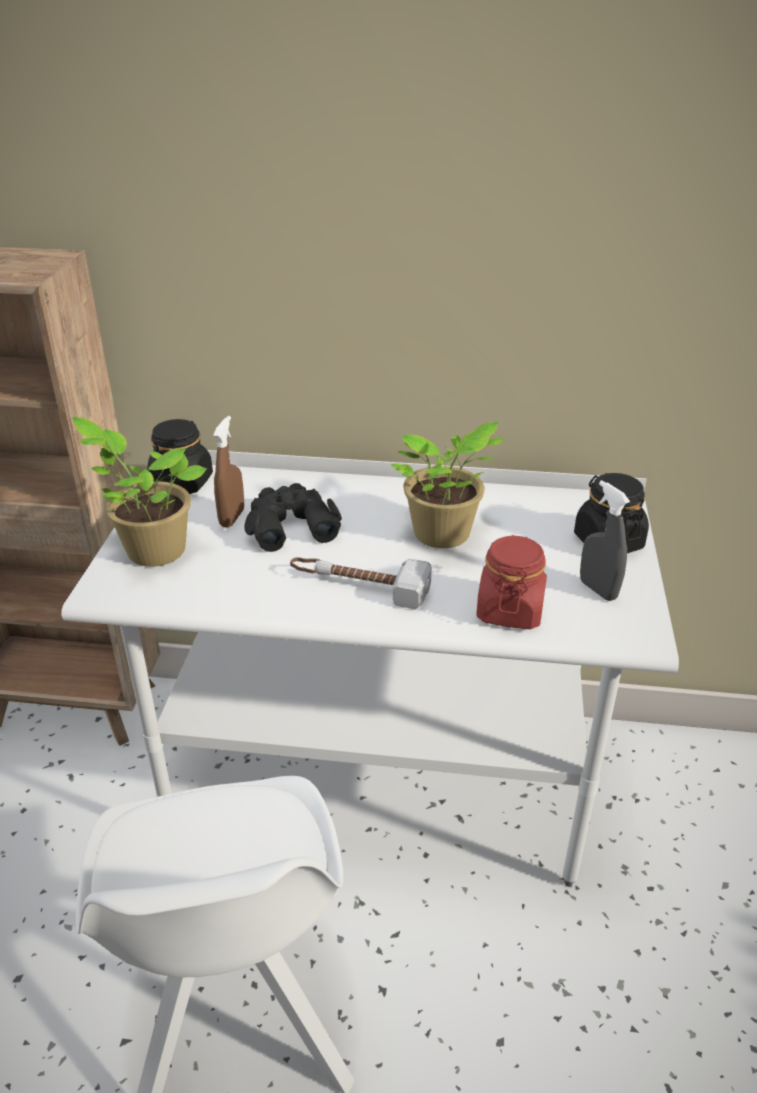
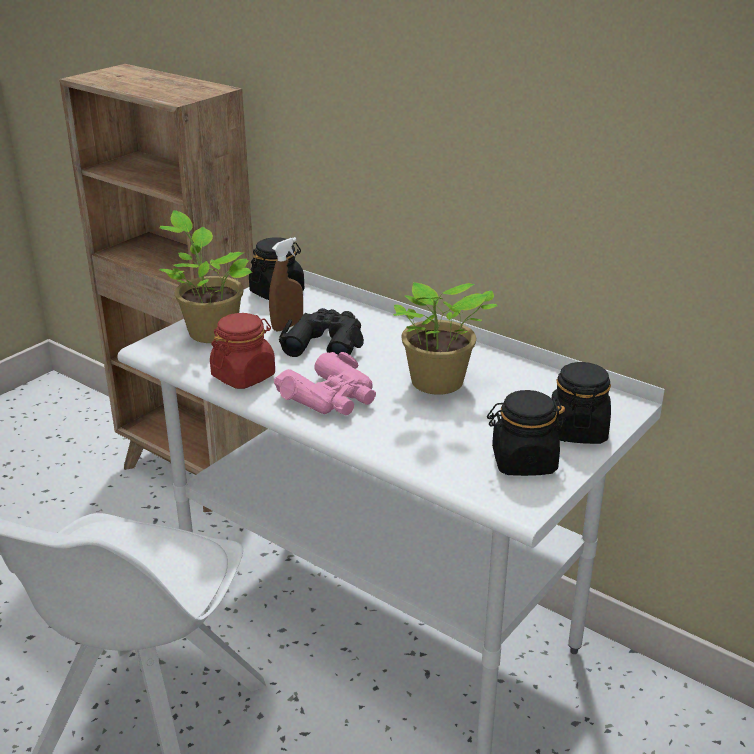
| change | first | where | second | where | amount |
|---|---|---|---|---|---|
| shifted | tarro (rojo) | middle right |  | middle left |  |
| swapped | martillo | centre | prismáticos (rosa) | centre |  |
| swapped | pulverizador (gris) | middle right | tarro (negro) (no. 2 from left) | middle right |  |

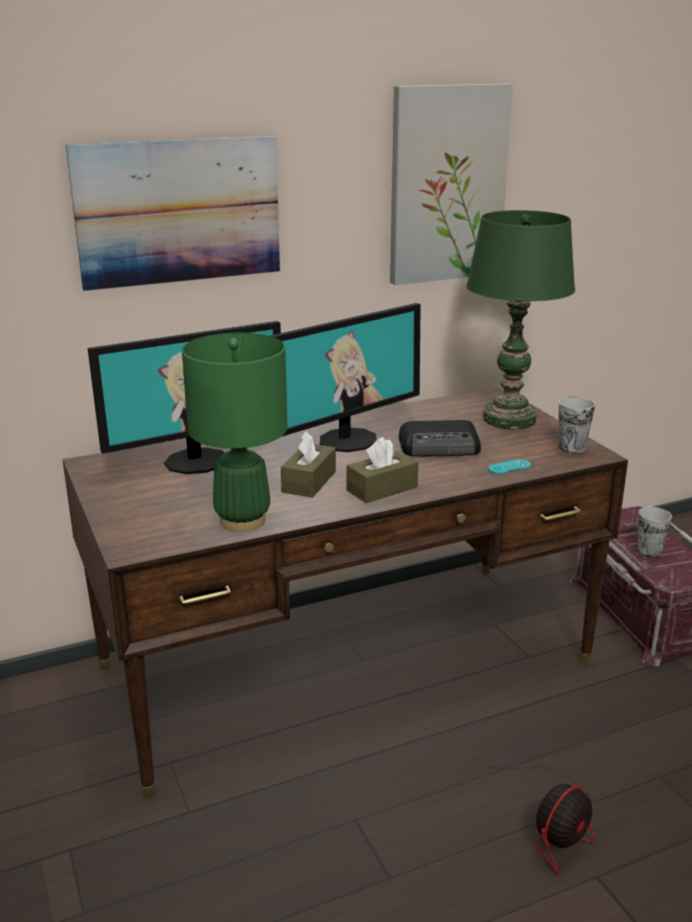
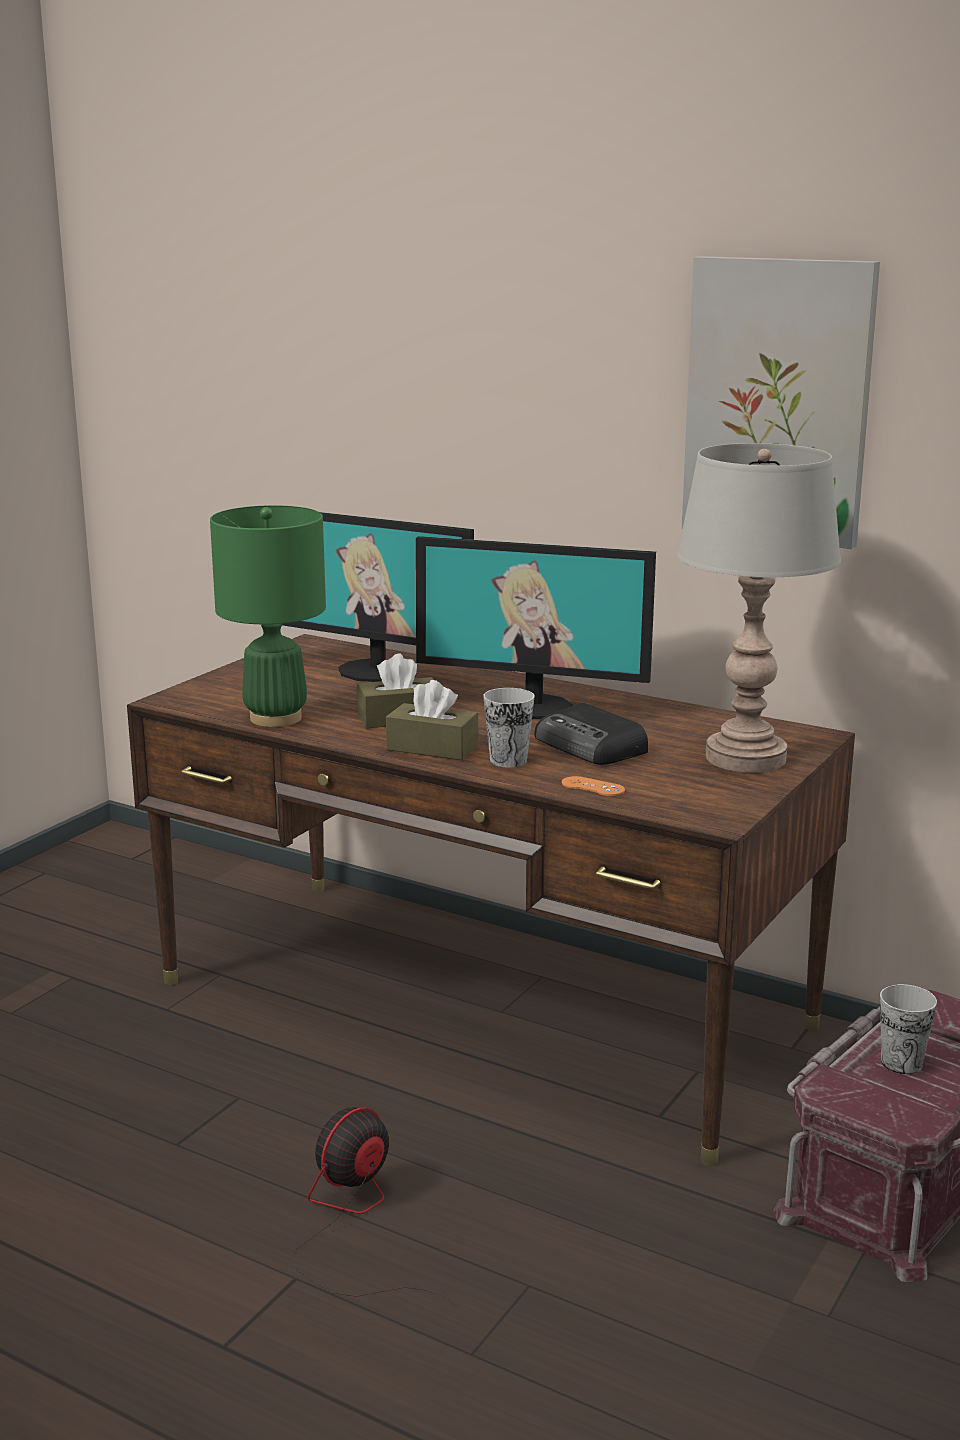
| change | first | where | second | where | amount |
|---|---|---|---|---|---|
| gone | cuadro (no. 1 from left) | top left |  |  |  |
| shifted | taza (no. 1 from left) | middle right |  | centre |  |
| repainted | lámpara de mesa (verde) (no. 2 from left) | middle right | lámpara de mesa (gris) | middle right |  |
| repainted | mando de consola (turquesa) | middle right | mando de consola (naranja) | centre |  |
| rotated | ventilador | bottom right |  | bottom centre | 120 degrees clockwise |

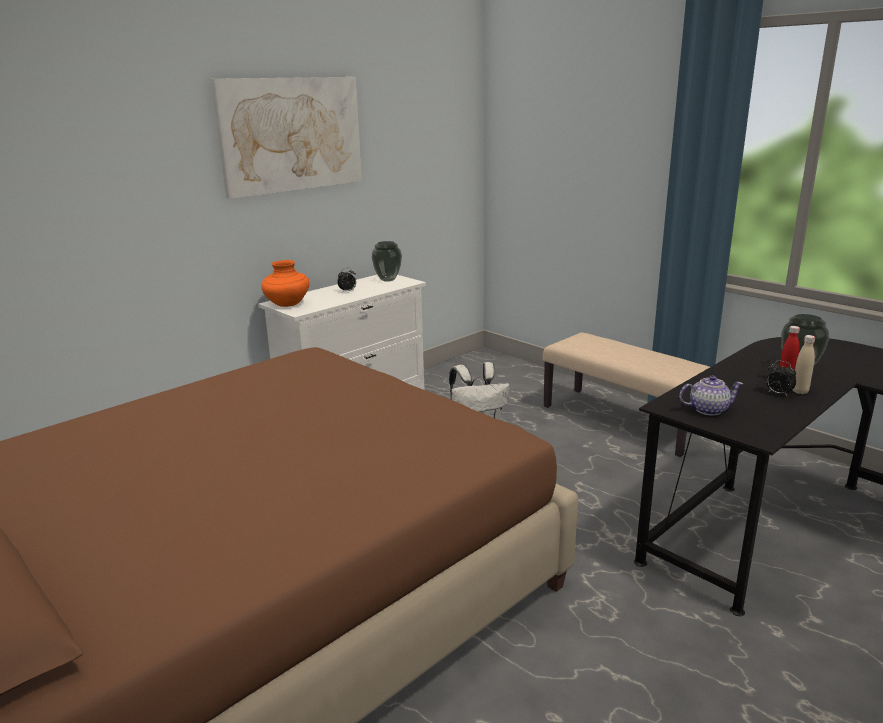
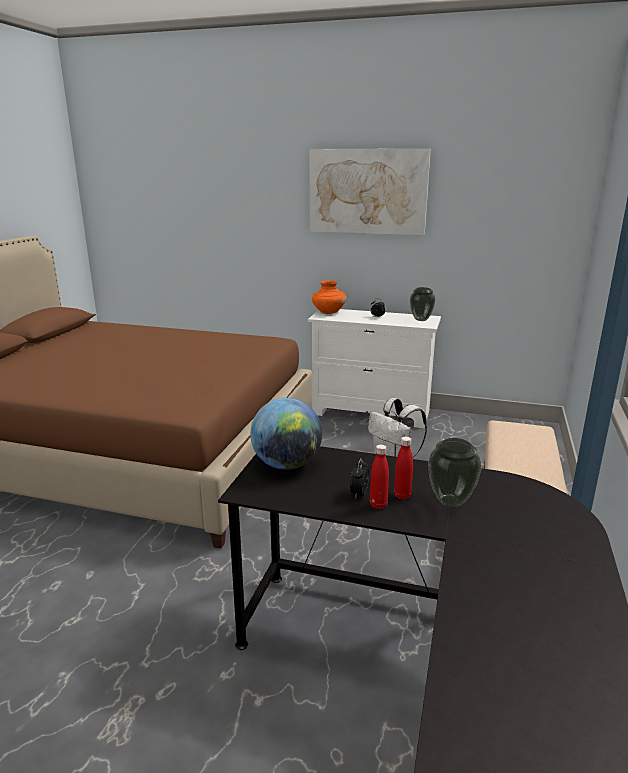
| change | first | where | second | where | amount |
|---|---|---|---|---|---|
| swapped | tetera | middle right | globo terráqueo | centre |  |
| repainted | botella (beis) | middle right | botella (rojo) (no. 1 from left) | centre |  |

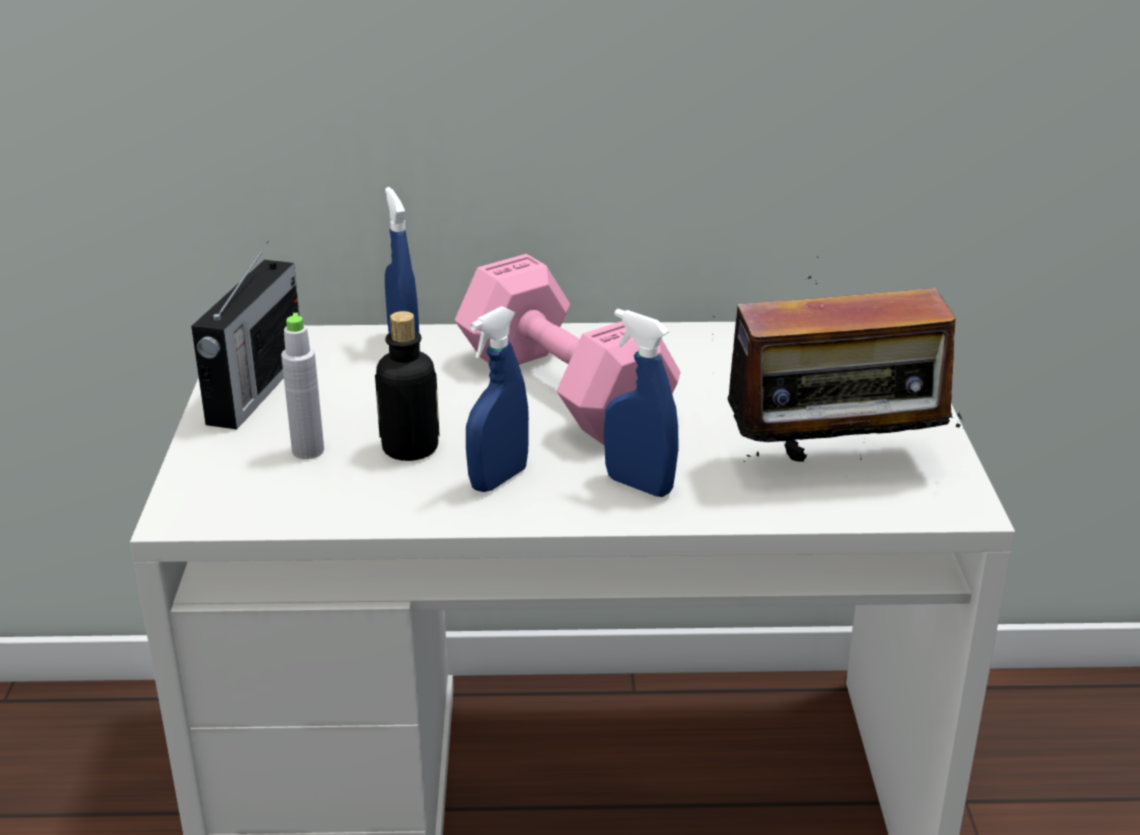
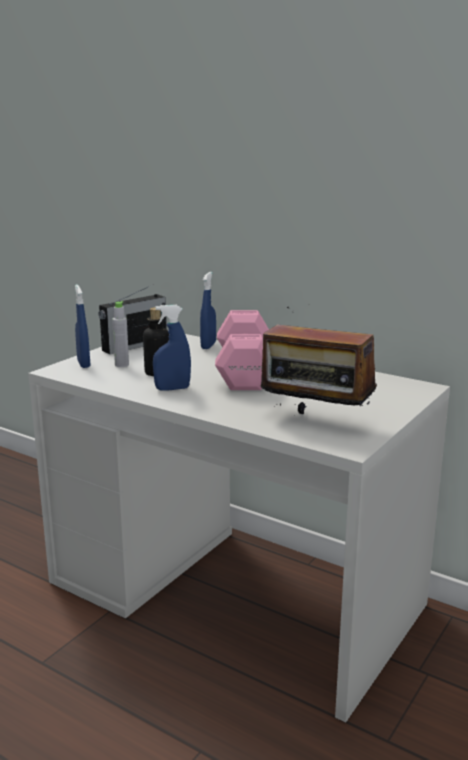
| change | first | where | second | where | amount |
|---|---|---|---|---|---|
| shifted | pulverizador (azul) (no. 3 from left in the first image) | centre | pulverizador (azul) (no. 1 from left) | middle left |  |

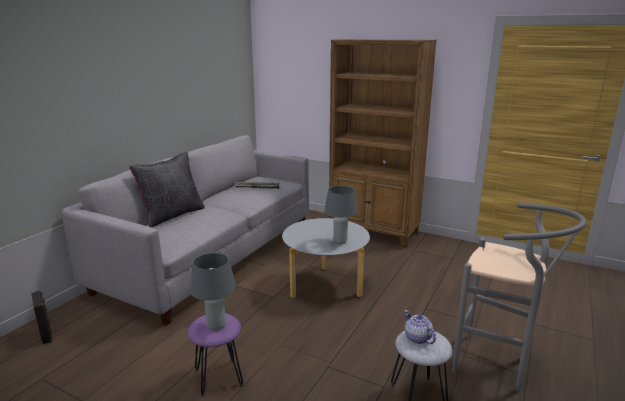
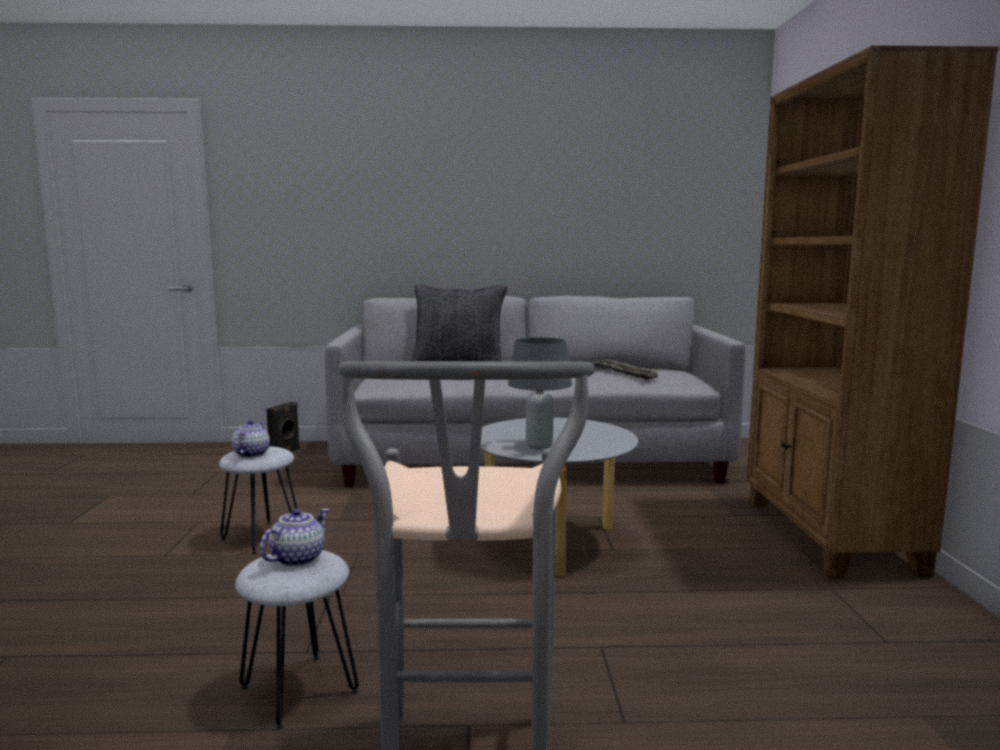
| change | first | where | second | where | amount |
|---|---|---|---|---|---|
| swapped | lámpara de mesa (gris) (no. 1 from left) | bottom centre | tetera (no. 1 from left) | middle left |  |
| repainted | taburete (morado) | bottom centre | taburete (gris) (no. 1 from left) | bottom left |  |

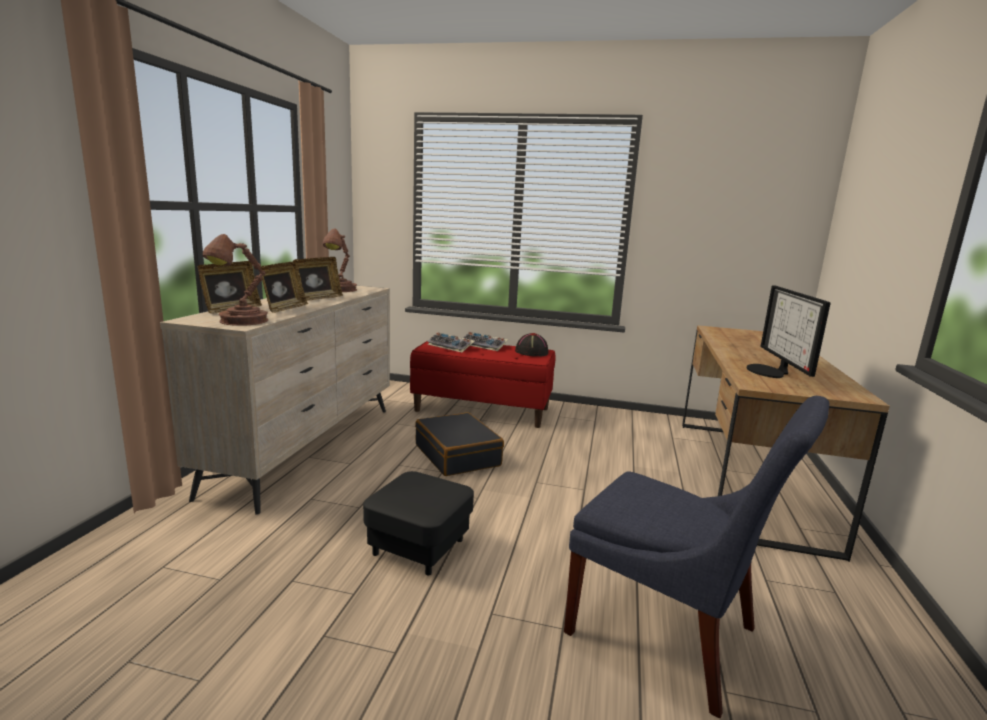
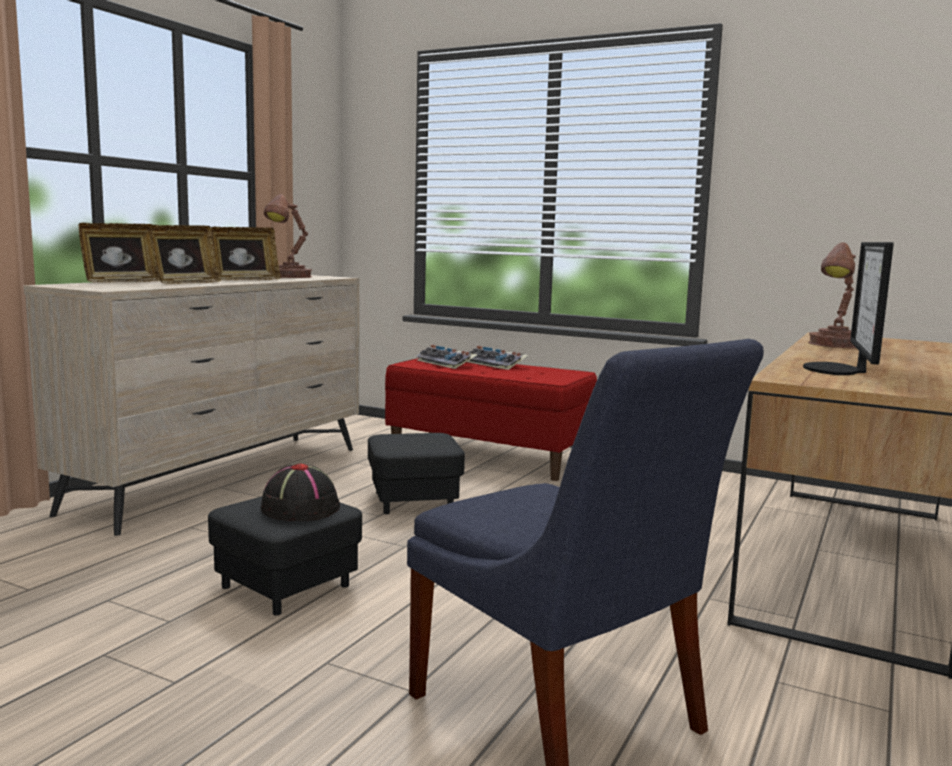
| change | first | where | second | where | amount |
|---|---|---|---|---|---|
| shifted | lámpara de mesa (marrón) (no. 1 from left in the first image) | middle left | lámpara de mesa (marrón) (no. 2 from left) | middle right |  |
| shifted | sombrero (negro) | centre |  | middle left |  |
| swapped | maleta (negro) | centre | puf (negro) (no. 2 from left) | centre |  |

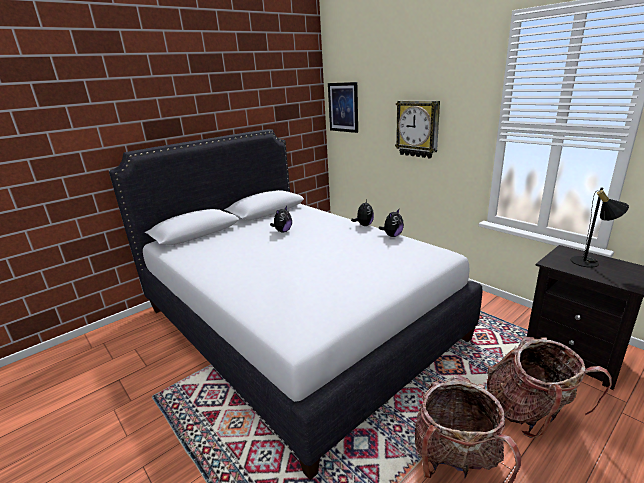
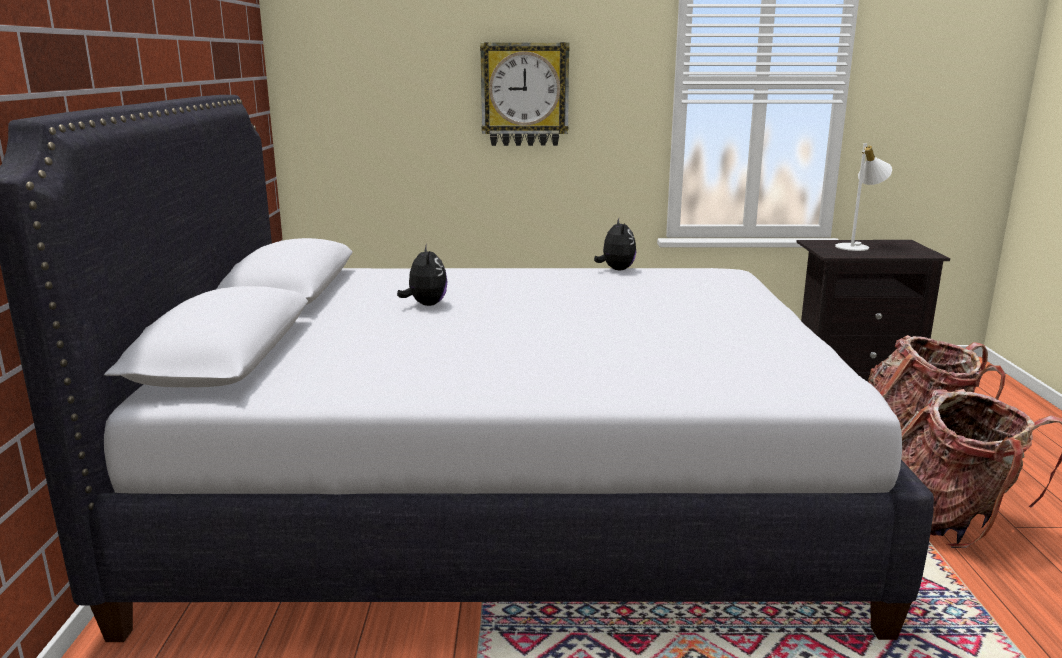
| change | first | where | second | where | amount |
|---|---|---|---|---|---|
| gone | cuadro | top centre |  |  |  |
| gone | peluche (no. 2 from left) | centre |  |  |  |
| repainted | lámpara de mesa (negro) | middle right | lámpara de mesa (blanco) | top right |  |

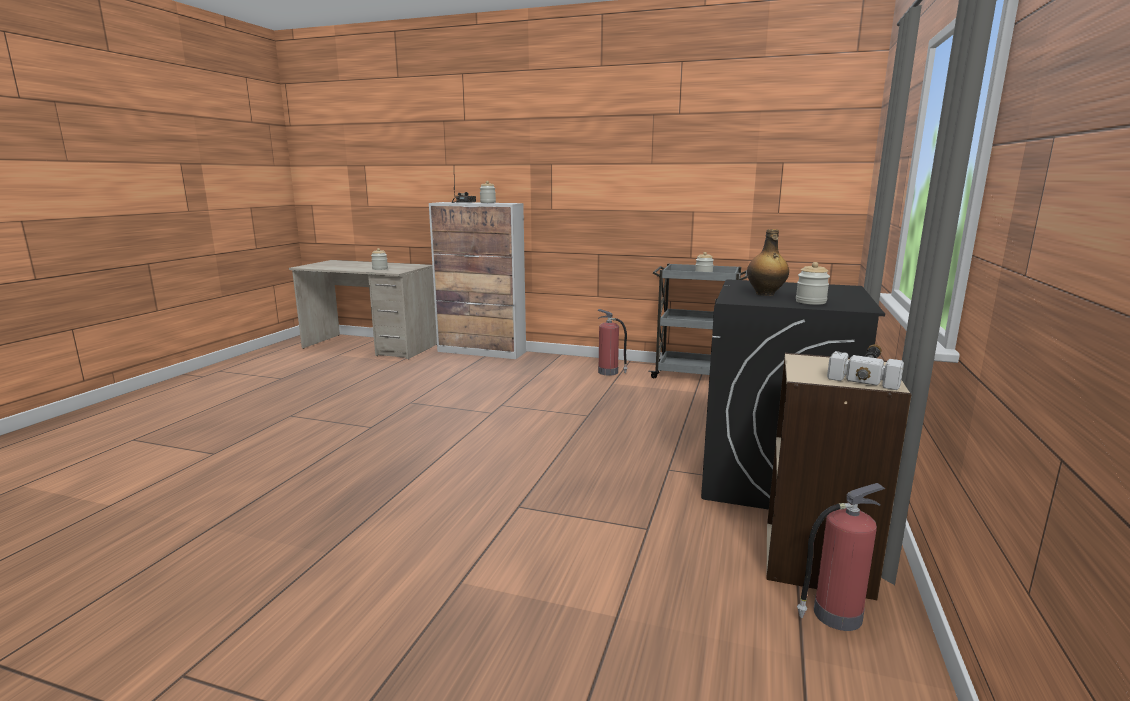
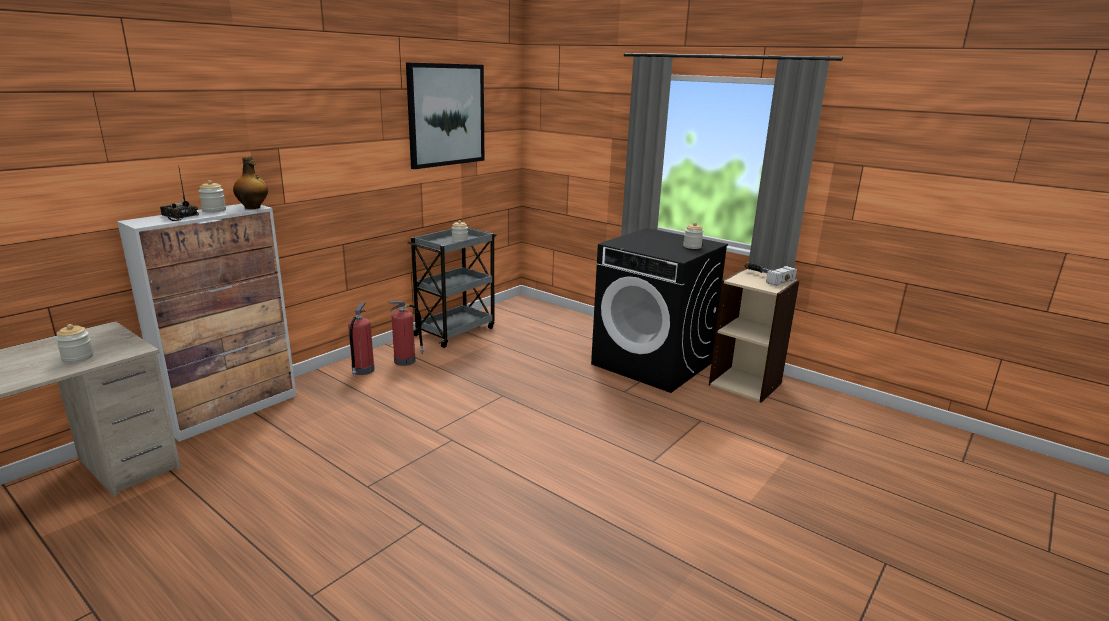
| change | first | where | second | where | amount |
|---|---|---|---|---|---|
| new |  |  | cuadro | top centre |  |
| shifted | botella | middle right |  | top left |  |
| shifted | extintor (no. 2 from left in the first image) | bottom right | extintor (no. 1 from left) | middle left |  |

